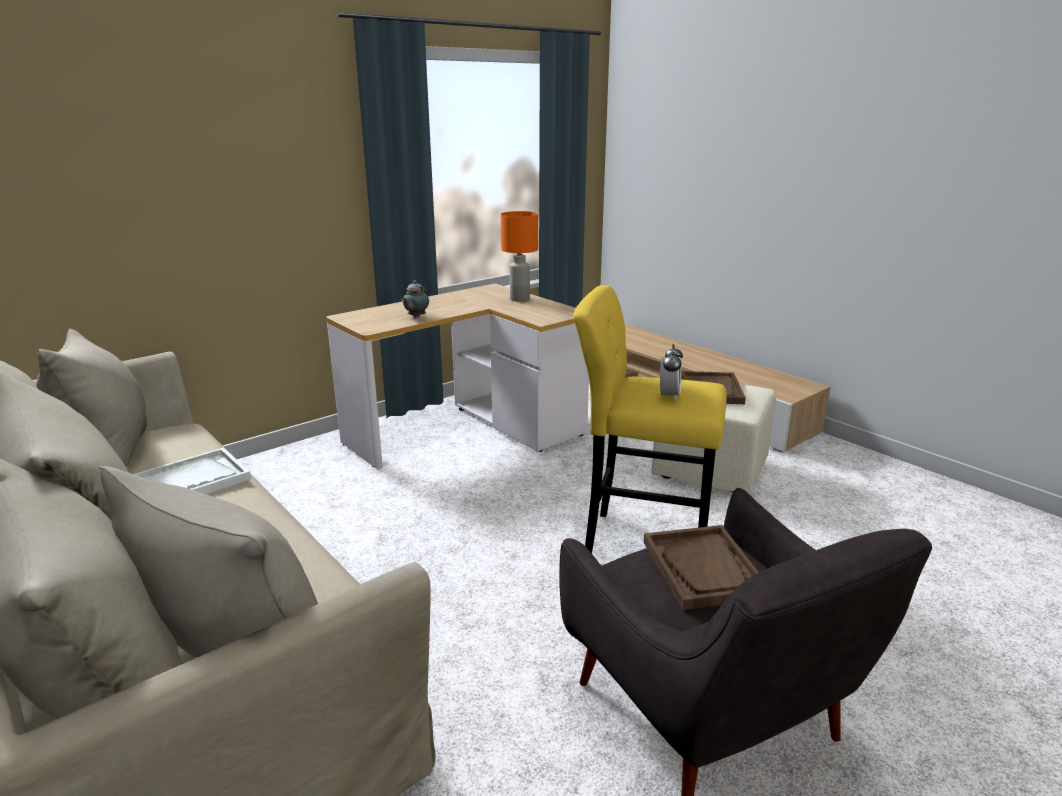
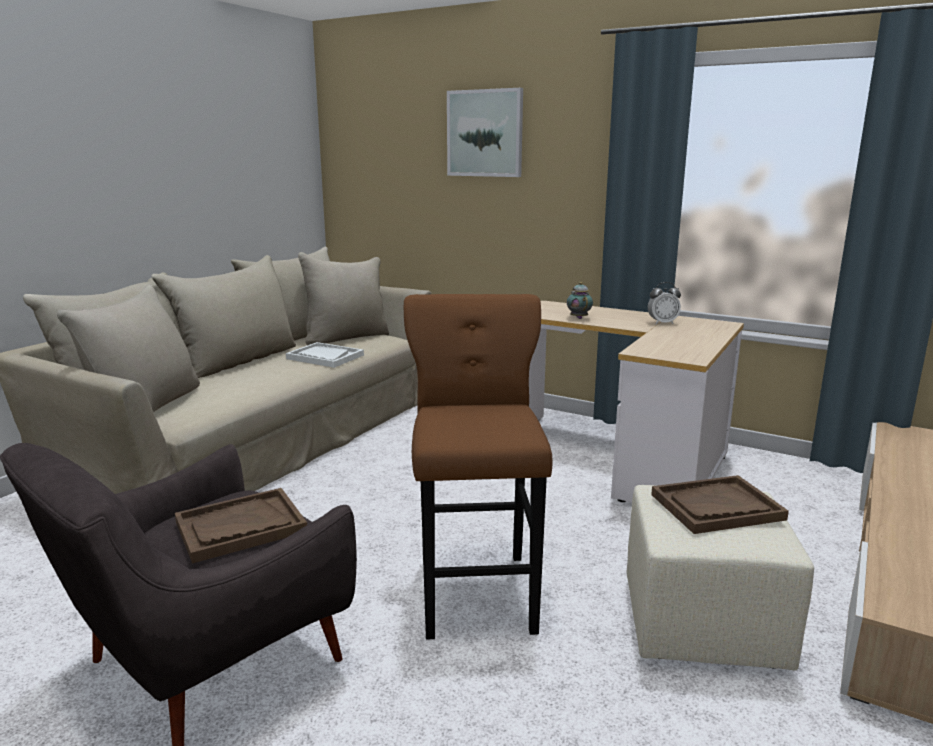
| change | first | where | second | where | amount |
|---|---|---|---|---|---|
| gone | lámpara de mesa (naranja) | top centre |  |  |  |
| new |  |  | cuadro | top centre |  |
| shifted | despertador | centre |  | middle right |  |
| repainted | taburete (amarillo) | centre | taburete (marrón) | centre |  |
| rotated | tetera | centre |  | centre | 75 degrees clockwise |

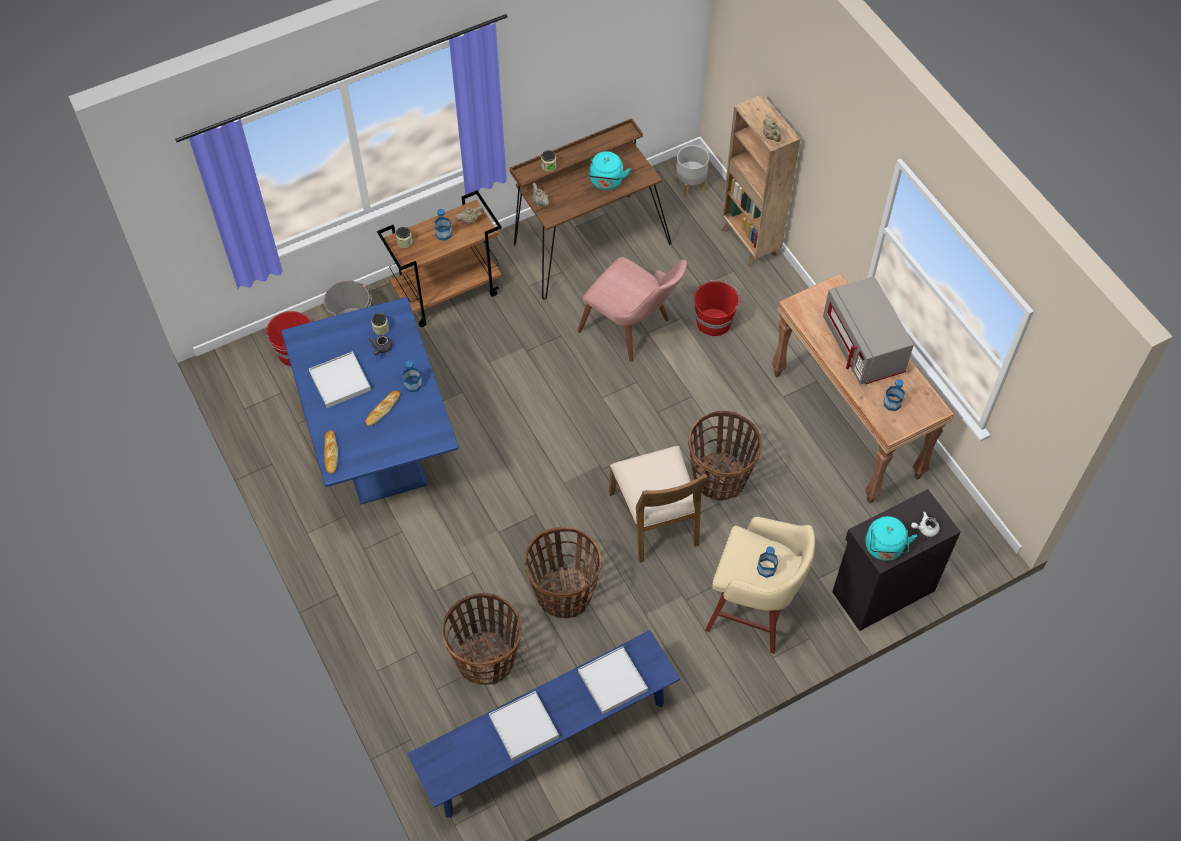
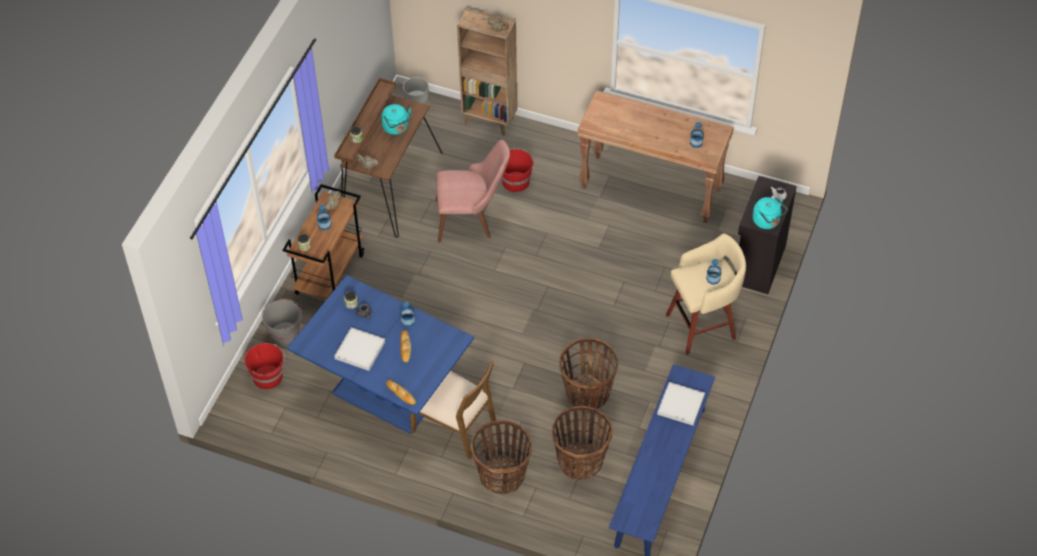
| change | first | where | second | where | amount |
|---|---|---|---|---|---|
| gone | bandeja (blanco) (no. 2 from left) | bottom centre |  |  |  |
| gone | microondas (gris) | middle right |  |  |  |
| shifted | silla (marrón) | centre |  | bottom centre |  |
| shifted | cesta (no. 3 from left in the first image) | centre | cesta (no. 1 from left) | bottom centre |  |

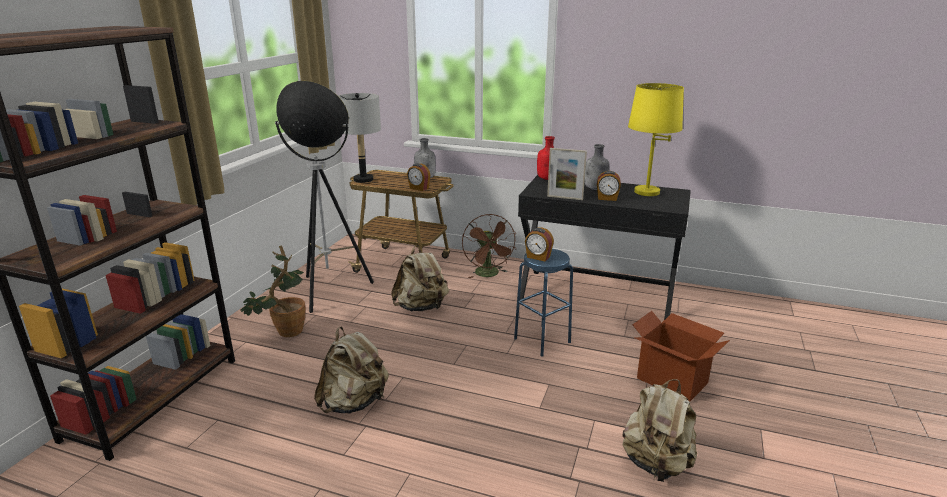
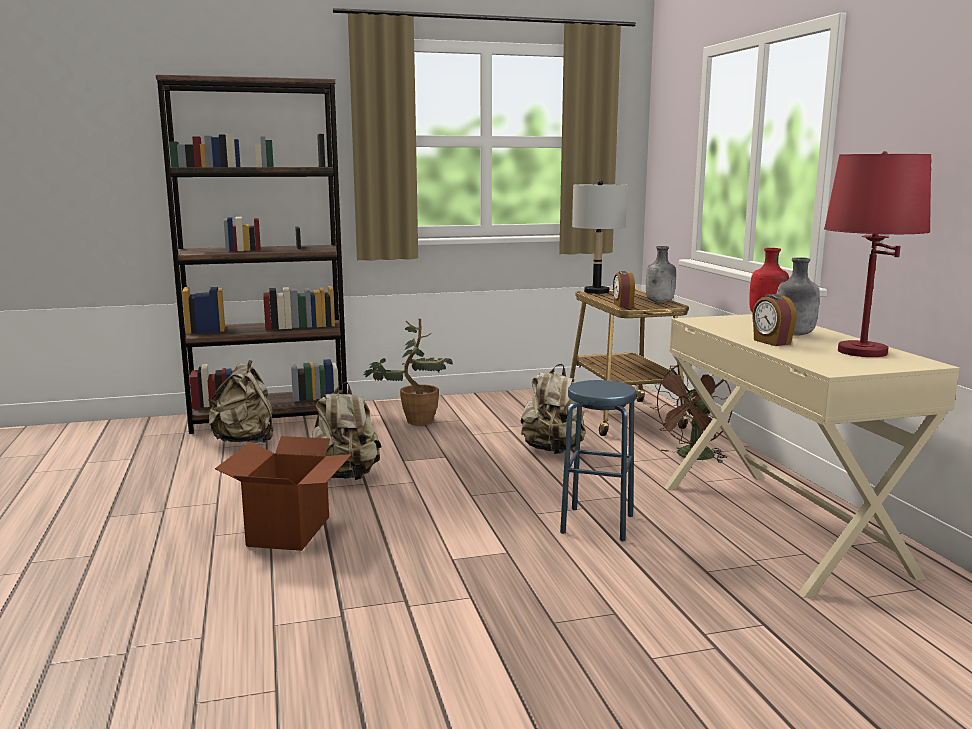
| change | first | where | second | where | amount |
|---|---|---|---|---|---|
| gone | lámpara de pie | centre |  |  |  |
| gone | despertador (no. 2 from left) | centre |  |  |  |
| gone | portarretratos | centre |  |  |  |
| shifted | mochila (beis) (no. 3 from left in the first image) | bottom right | mochila (beis) (no. 1 from left) | middle left |  |
| shifted | caja de cartón | bottom right |  | bottom left |  |
| repainted | escritorio (negro) | centre | escritorio (beis) | middle right |  |
| repainted | lámpara de mesa (amarillo) | top right | lámpara de mesa (rojo) | middle right |  |

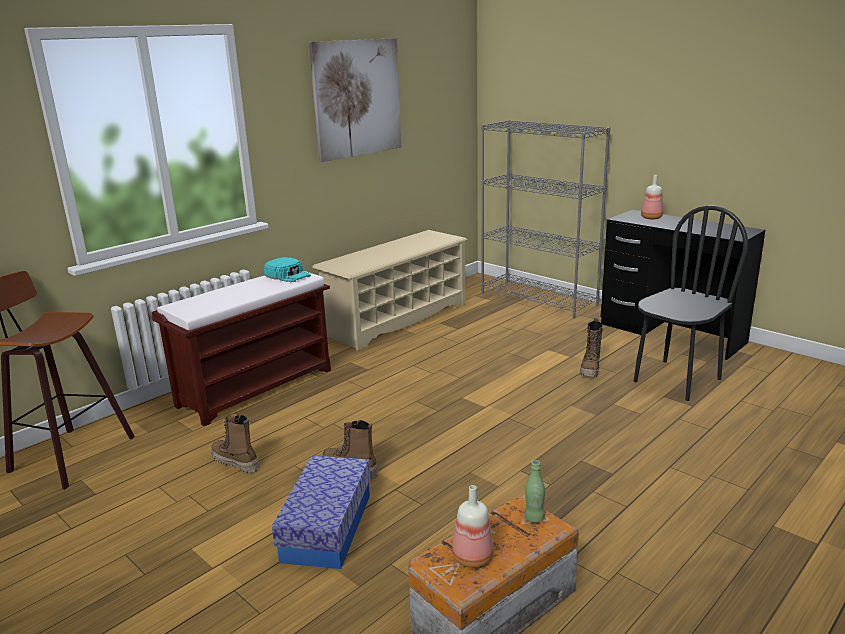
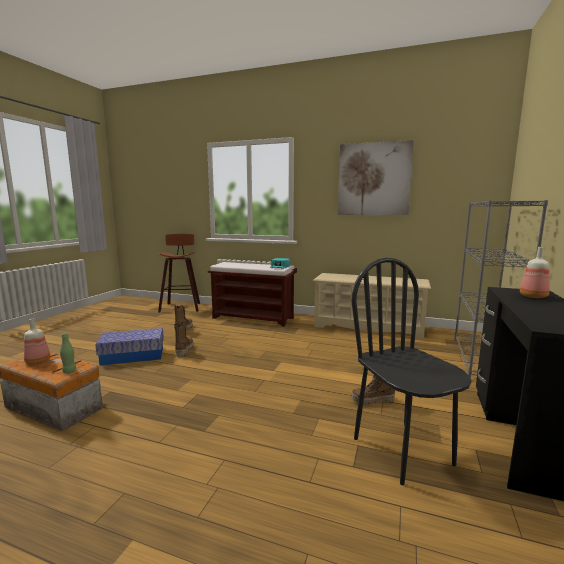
| change | first | where | second | where | amount |
|---|---|---|---|---|---|
| rotated | silla (negro) | middle right |  | middle right | 135 degrees counterclockwise |

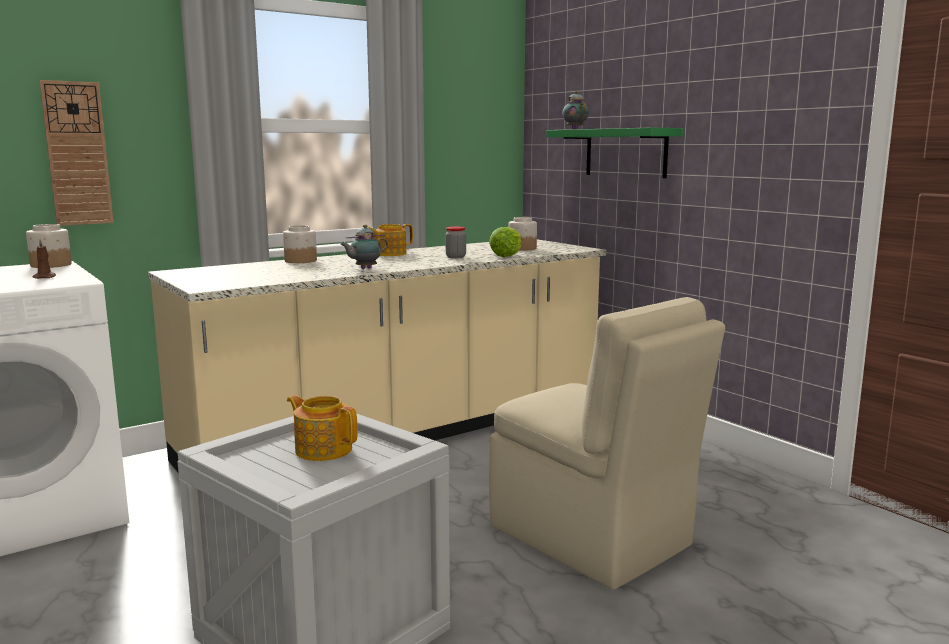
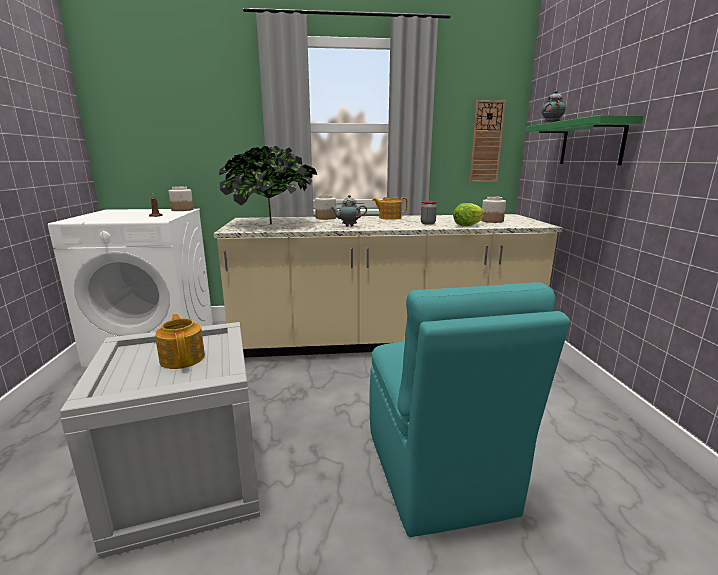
| change | first | where | second | where | amount |
|---|---|---|---|---|---|
| new |  |  | planta en maceta | top centre |  |
| shifted | reloj de pared | top left |  | top right |  |
| repainted | silla (beis) | bottom centre | silla (turquesa) | bottom centre |  |

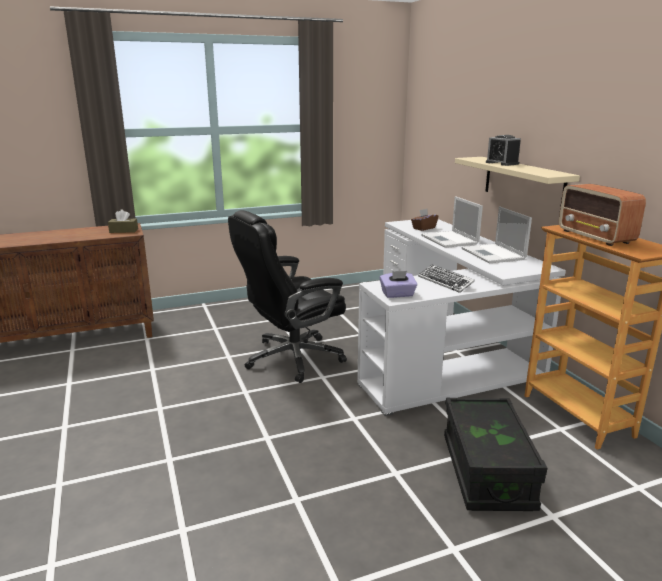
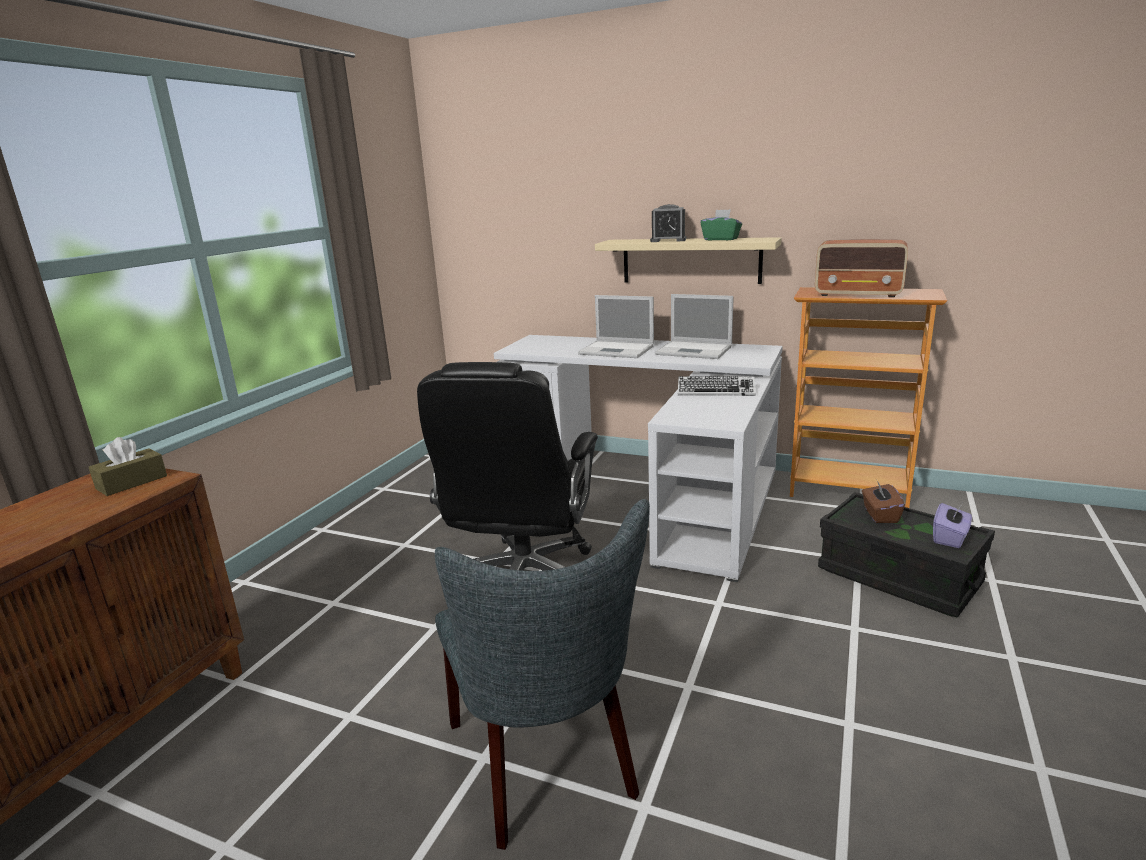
| change | first | where | second | where | amount |
|---|---|---|---|---|---|
| new |  |  | silla (gris) | bottom centre |  |
| new |  |  | caja de pañuelos (verde) | top centre |  |
| shifted | caja de pañuelos (morado) | centre |  | middle right |  |
| shifted | caja de pañuelos (marrón) (no. 2 from left) | centre |  | middle right |  |

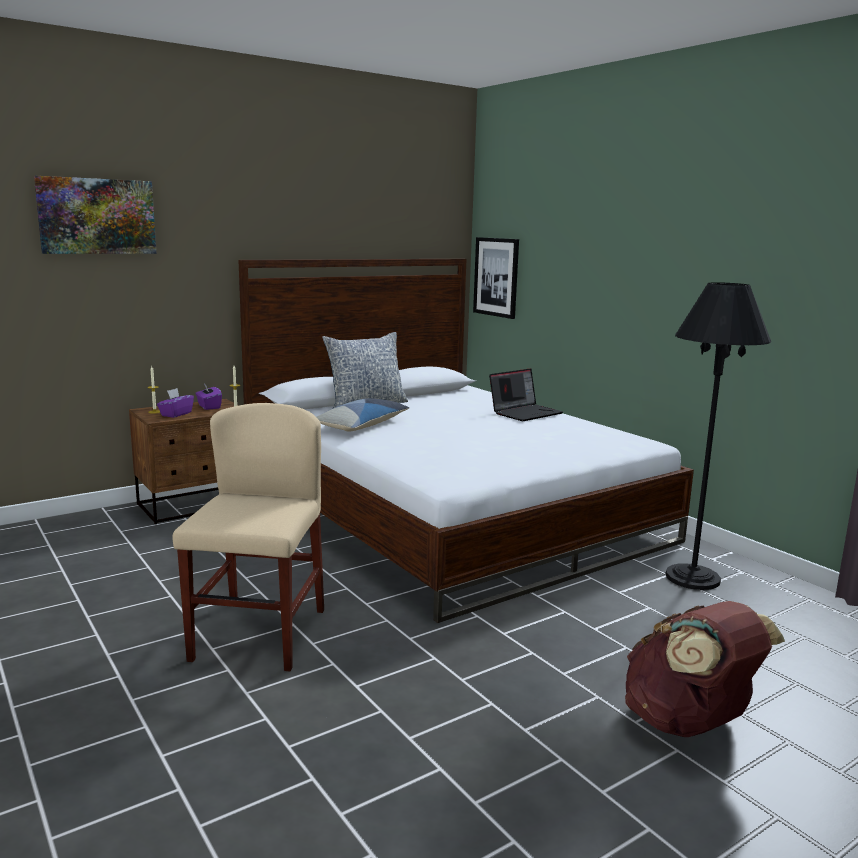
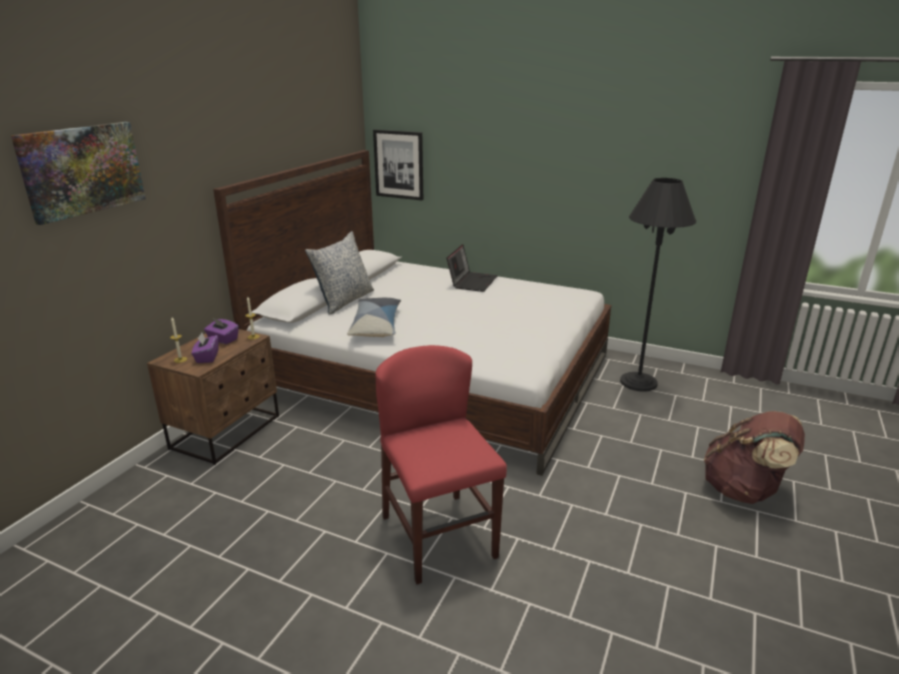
| change | first | where | second | where | amount |
|---|---|---|---|---|---|
| repainted | silla (beis) | middle left | silla (rojo) | bottom centre |  |

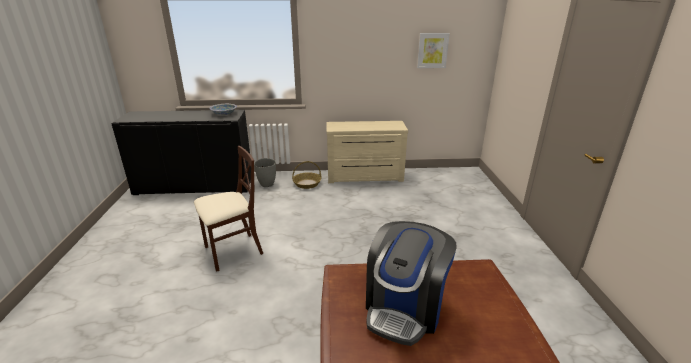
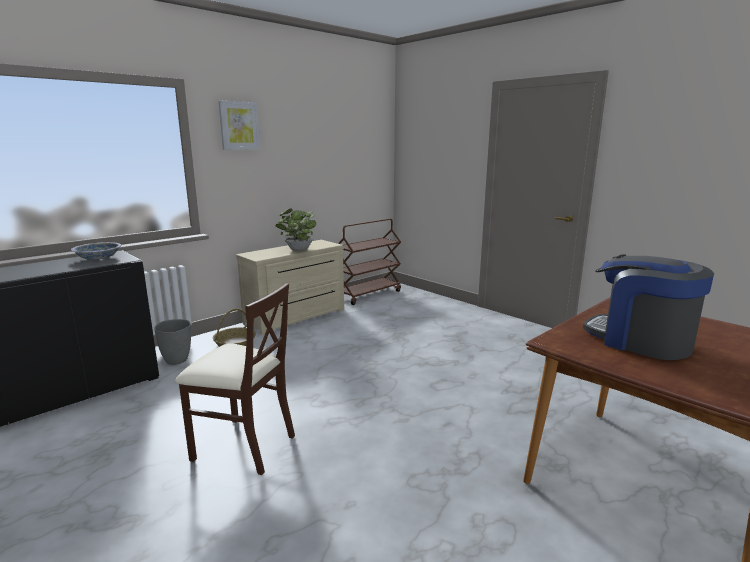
| change | first | where | second | where | amount |
|---|---|---|---|---|---|
| new |  |  | planta en maceta | centre |  |
| new |  |  | carrito (marrón) | centre |  |
| shifted | cuadro | top centre |  | top left |  |
| rotated | silla (marrón) | middle left |  | bottom left | 90 degrees clockwise |
| rotated | cafetera | bottom centre |  | middle right | 150 degrees clockwise |

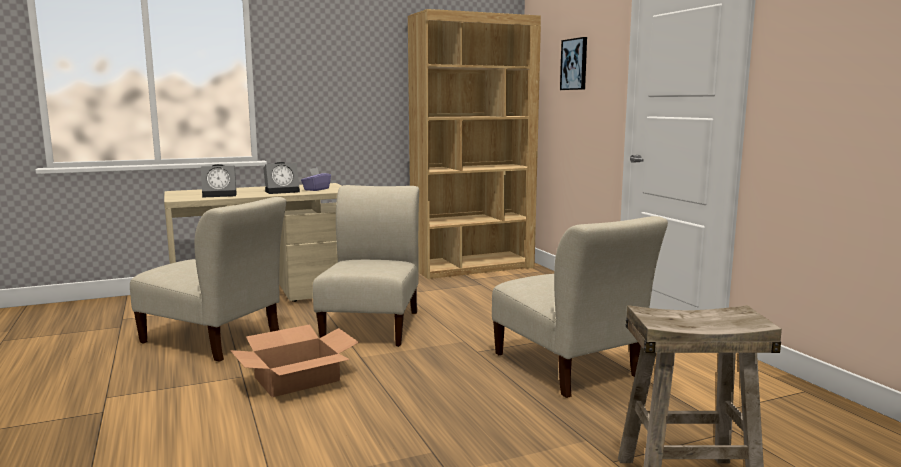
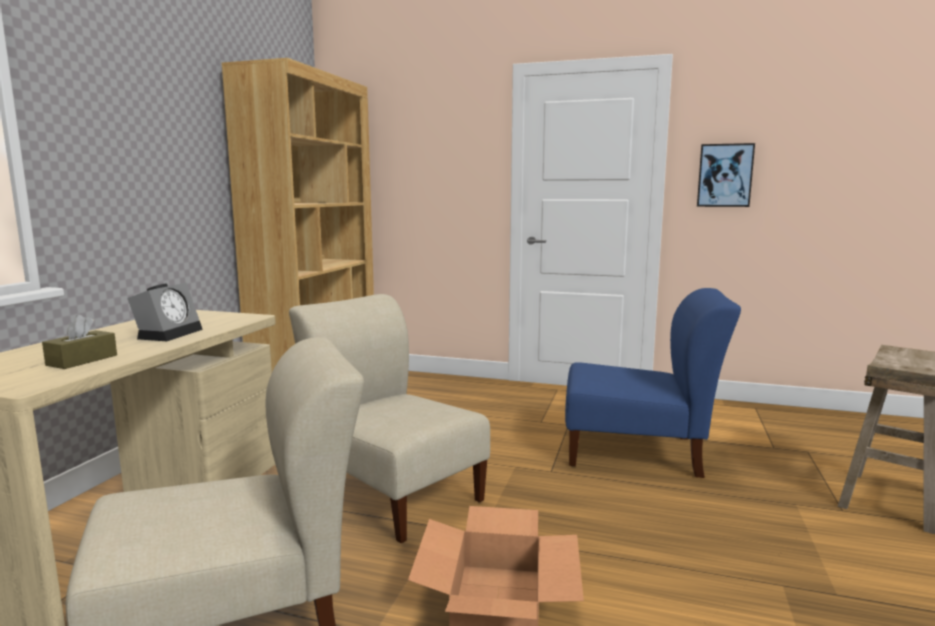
| change | first | where | second | where | amount |
|---|---|---|---|---|---|
| gone | caja de pañuelos (morado) | centre |  |  |  |
| shifted | cuadro | top centre |  | top right |  |
| swapped | despertador (no. 1 from left) | middle left | caja de pañuelos (marrón) | middle left |  |
| repainted | silla (beis) (no. 3 from left) | centre | silla (azul) | middle right |  |

